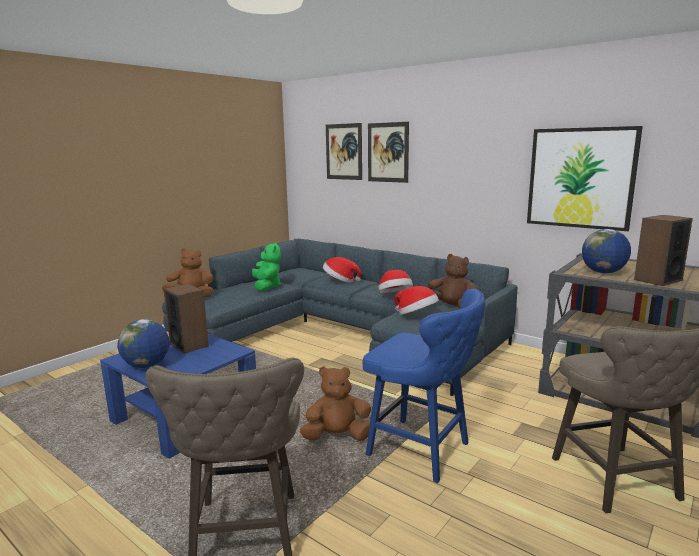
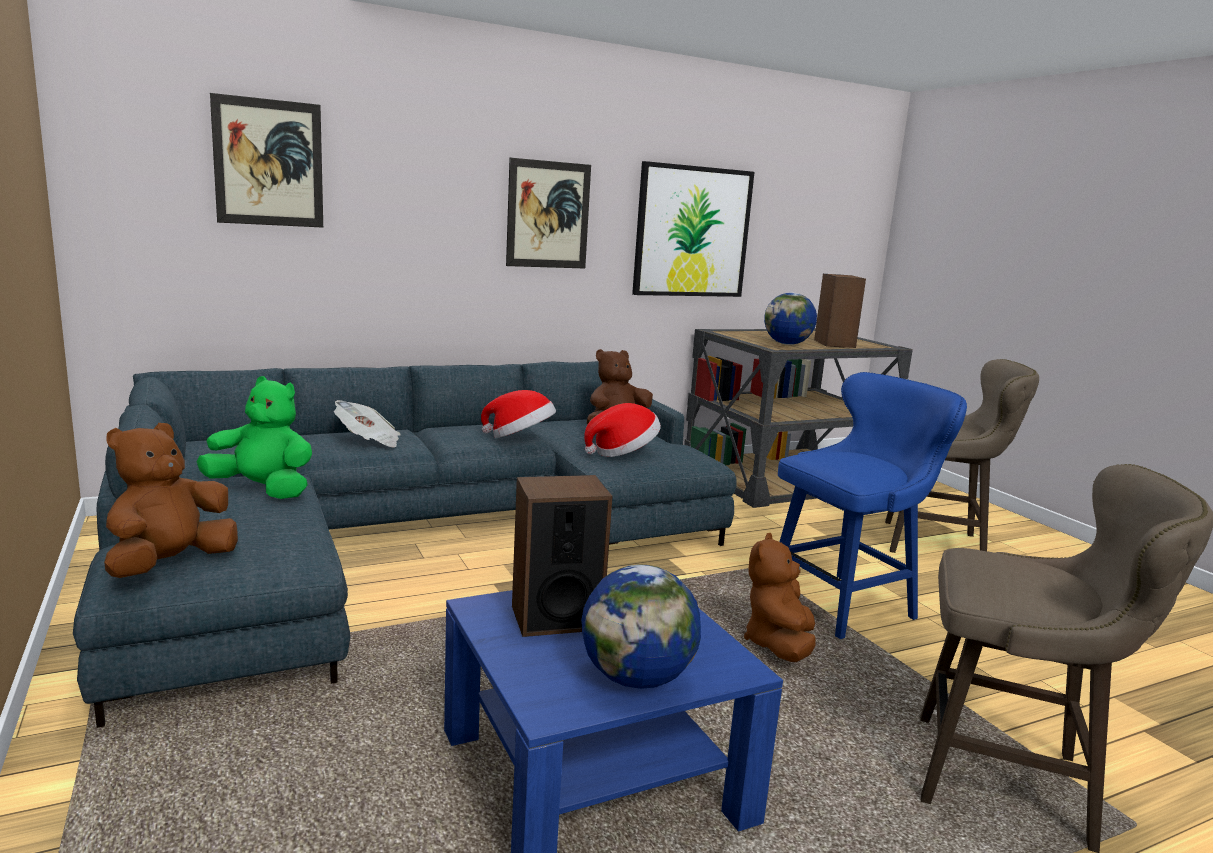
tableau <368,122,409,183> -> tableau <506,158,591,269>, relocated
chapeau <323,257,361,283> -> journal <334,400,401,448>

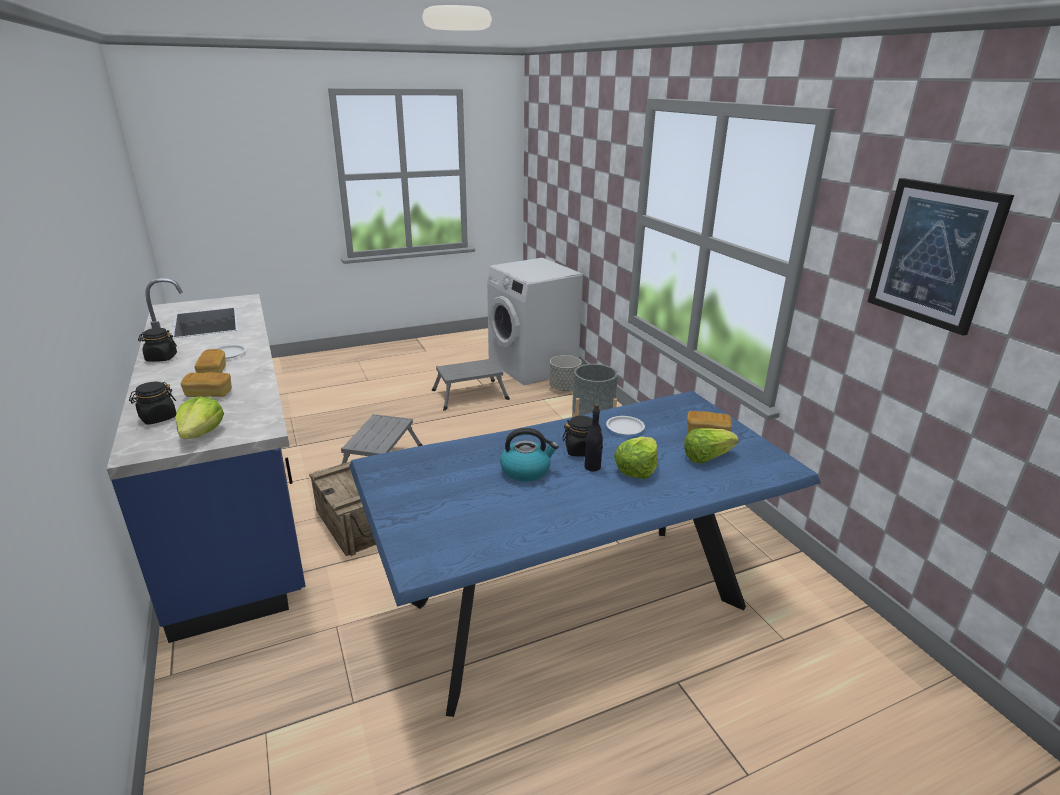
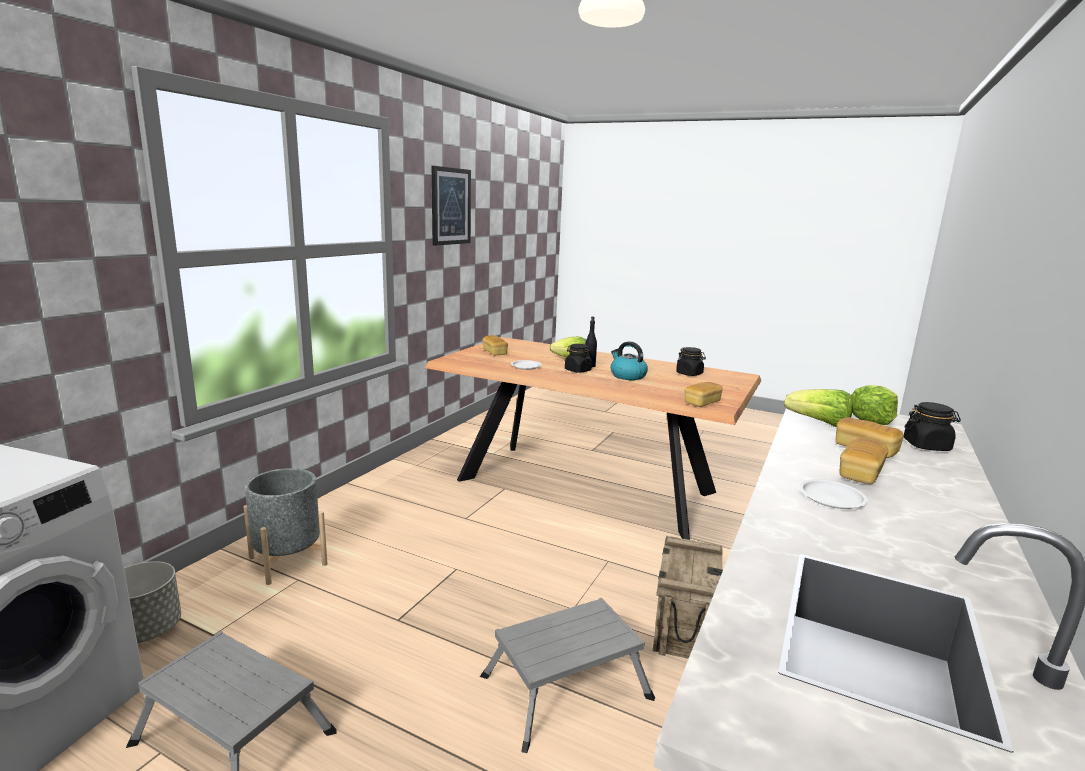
none -> pain <685,382,723,407>
bocal/noir <138,328,177,362> -> bocal/noir <676,347,706,376>, relocated
laitue <684,428,739,463> -> laitue <784,389,853,427>, relocated
table à manger/bleu <349,391,821,717> -> table à manger/marron <425,337,761,540>

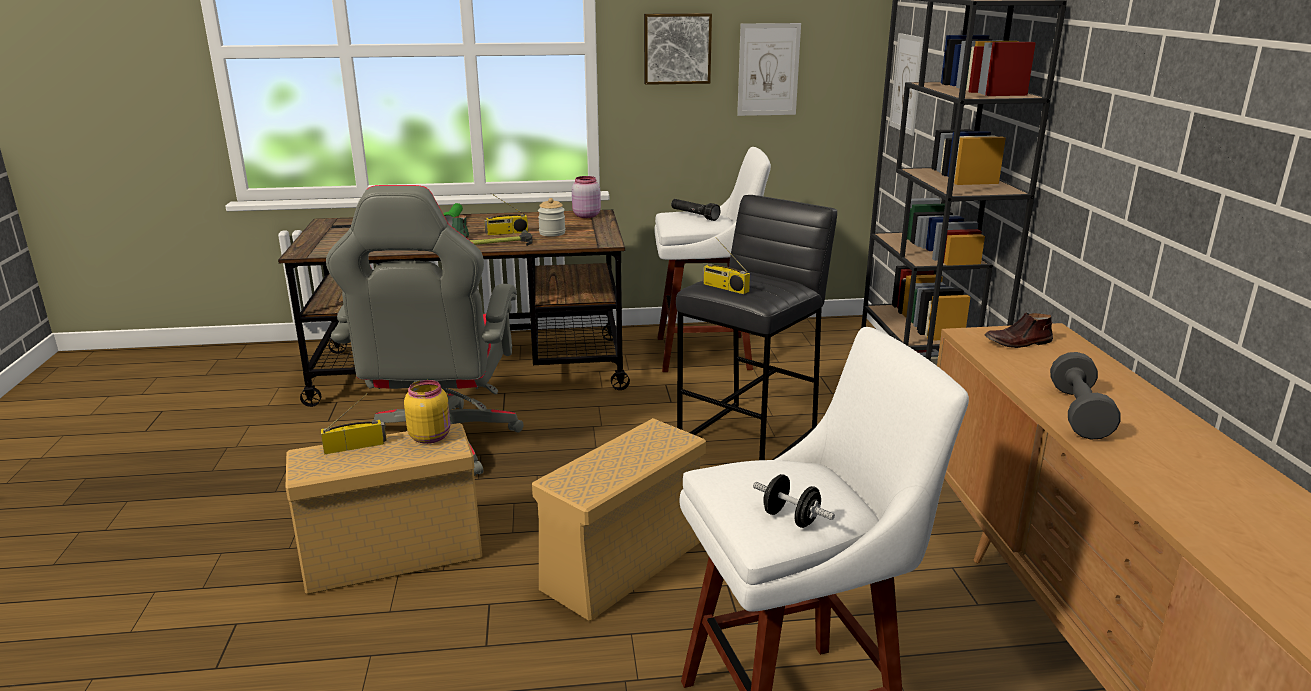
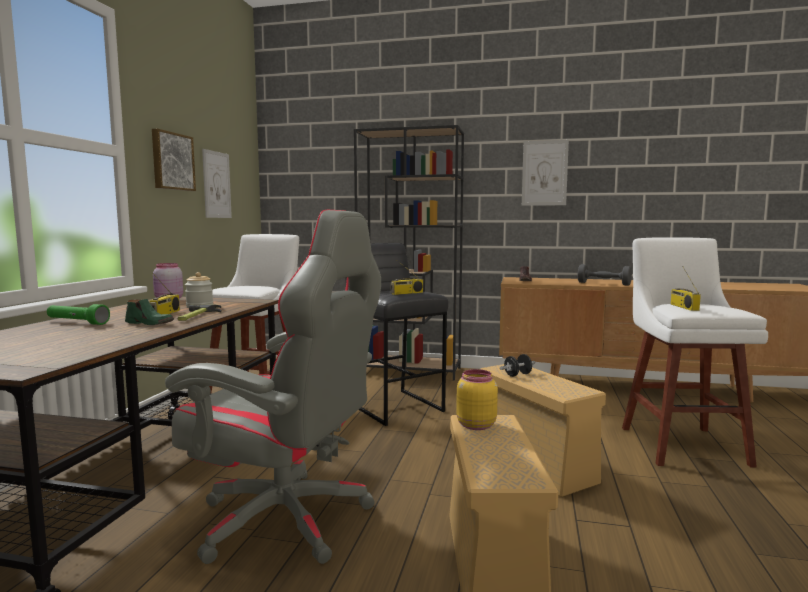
lampe de poche/noir <671,199,720,221> -> none
radio <321,394,387,454> -> radio <671,266,701,311>, relocated
haltère/noir <753,474,835,528> -> haltère/noir <500,354,535,377>, relocated
tableau <889,33,924,136> -> tableau <522,140,569,206>, relocated

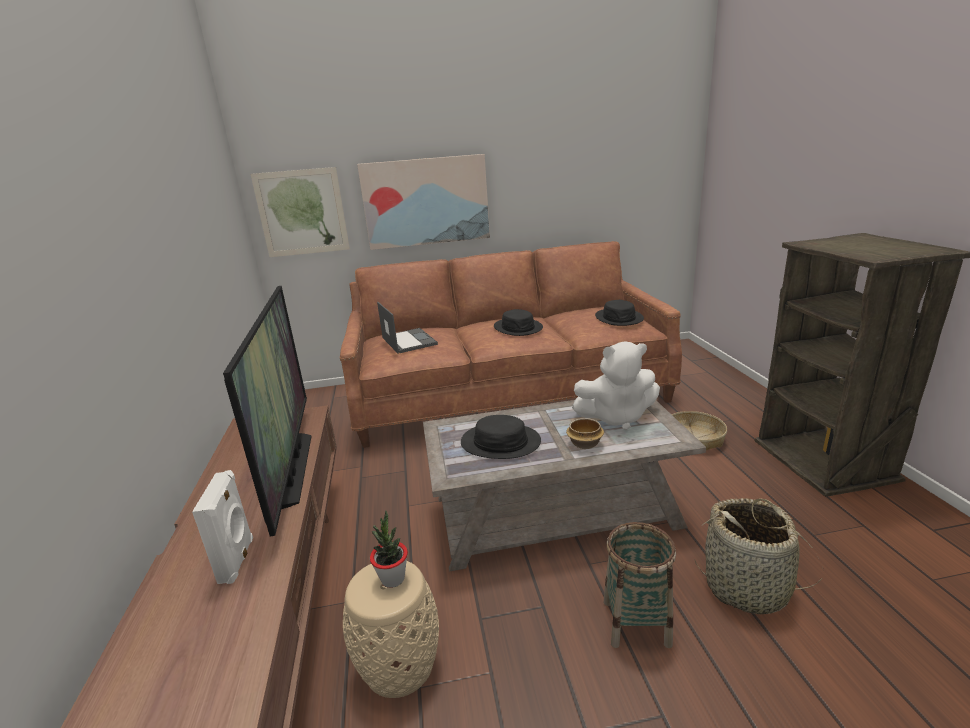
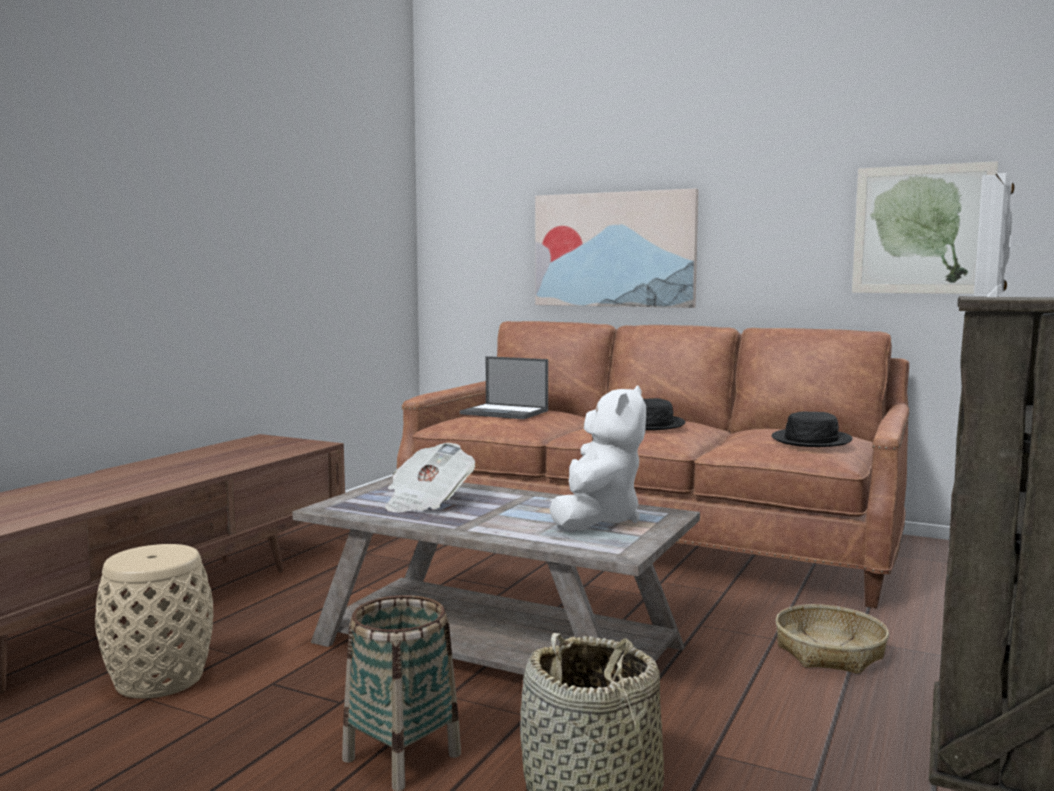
téléviseur <223,286,312,536> -> none
plante en pot <370,511,408,588> -> none
bol <566,418,604,449> -> none
enceinte/blanc <192,470,253,584> -> enceinte/blanc <974,173,1014,297>, relocated
tableau <251,167,350,257> -> tableau <852,161,998,294>, relocated
chapeau/noir <461,415,541,459> -> journal <385,443,475,512>
ordinateur portable <377,302,438,354> -> ordinateur portable <460,356,548,419>, 105 degrees clockwise
peluche/blanc <572,341,660,430> -> peluche/blanc <549,386,646,531>, 105 degrees counterclockwise

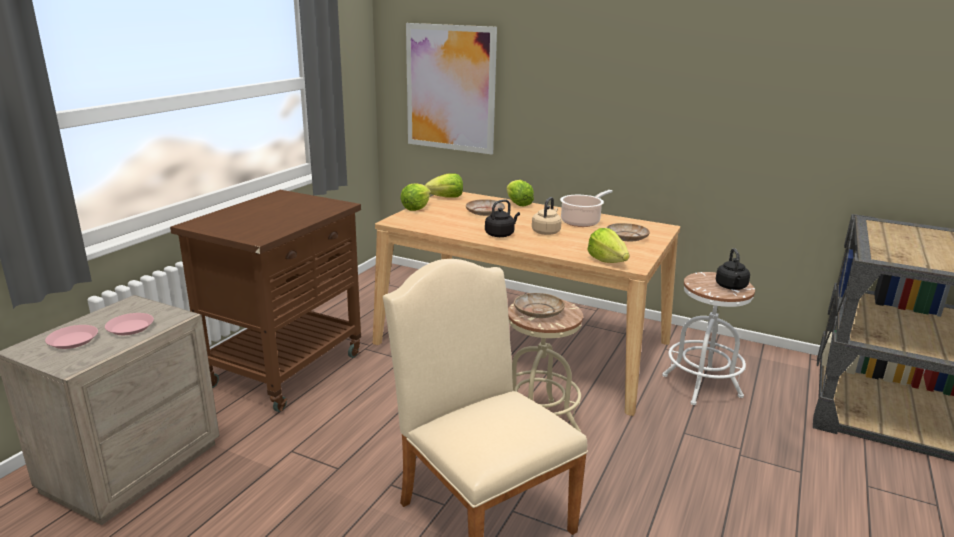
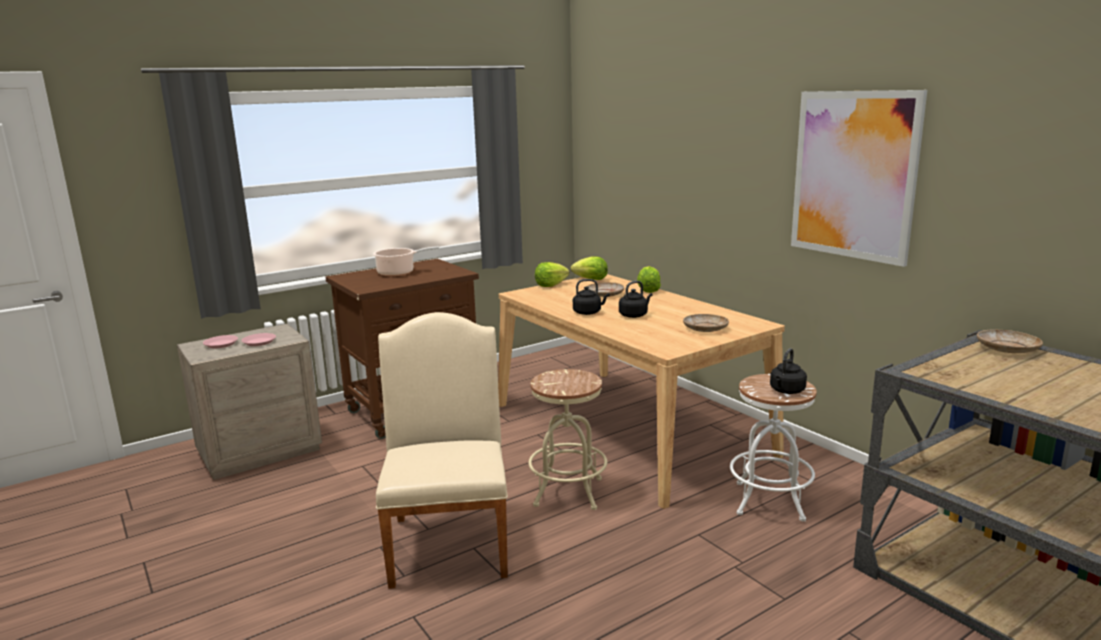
laitue <587,228,630,263> -> none
tableau <406,23,497,154> -> tableau <791,90,927,267>, relocated
assiette/beige <514,293,565,318> -> assiette/beige <977,329,1043,353>, relocated
marmite <560,190,613,227> -> marmite <373,246,439,276>, relocated
bouilloire/beige <532,197,562,235> -> bouilloire/noir <619,281,653,318>

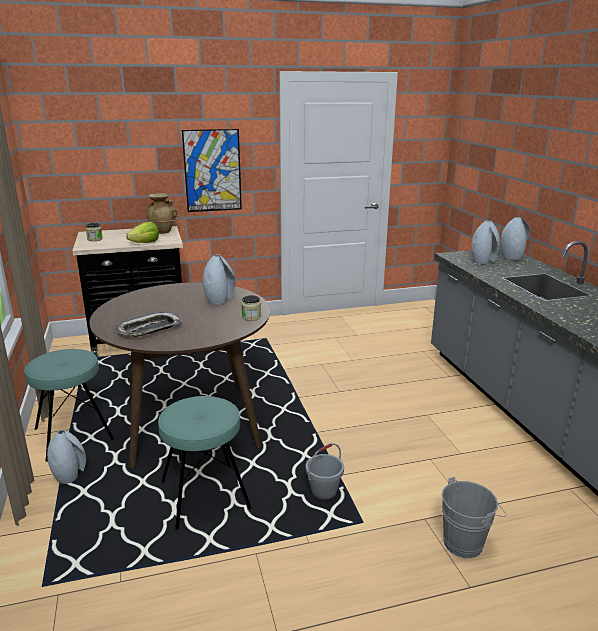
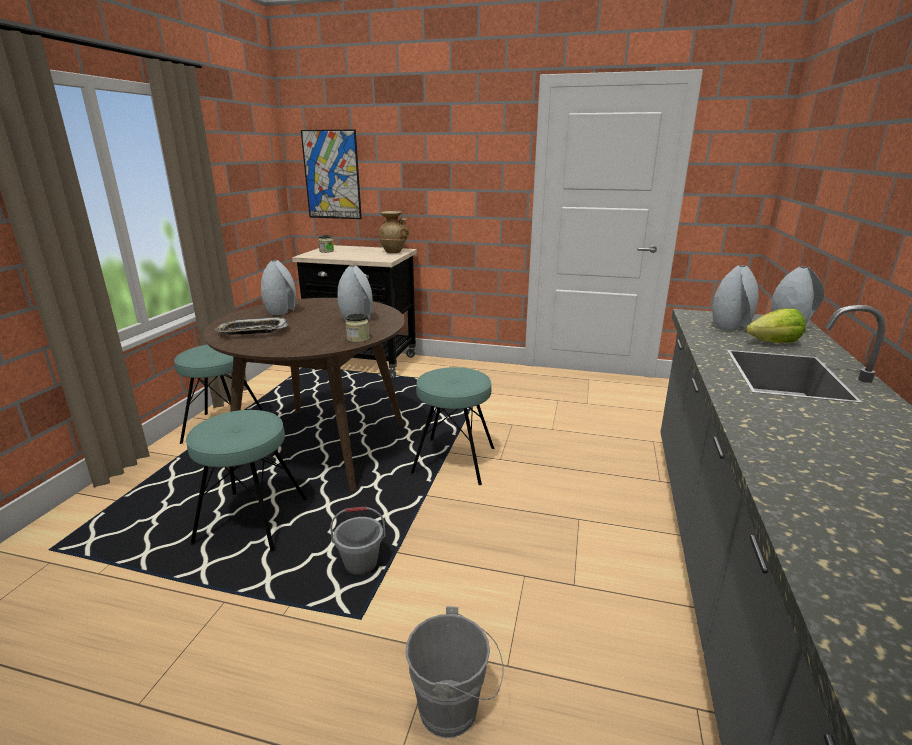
none -> tabouret/turquoise <410,367,494,485>
vase/gris <47,430,86,484> -> vase/gris <261,260,296,315>, relocated
laitue <126,222,159,243> -> laitue <746,308,806,343>, relocated
tableau <182,129,242,212> -> tableau <301,130,362,219>, relocated

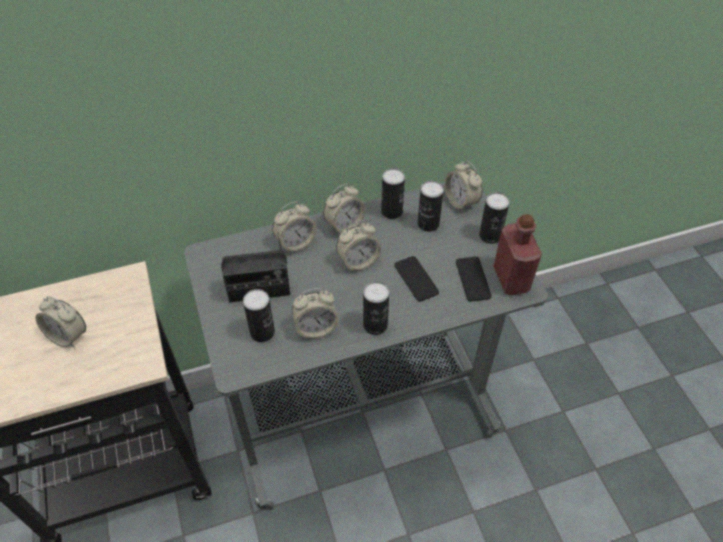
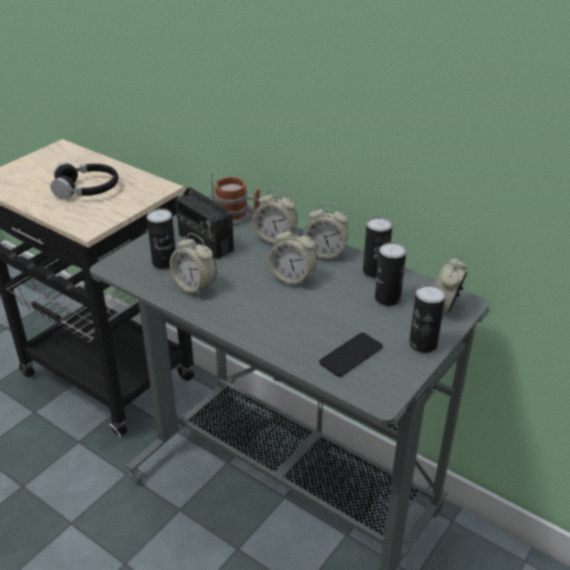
boîte métallique <363,282,389,335> -> none
téléphone <394,256,439,302> -> none
bouteille/rouge <494,214,542,295> -> none
none -> mug <214,176,260,225>
réveil <36,296,86,349> -> casque audio/noir <50,162,118,199>

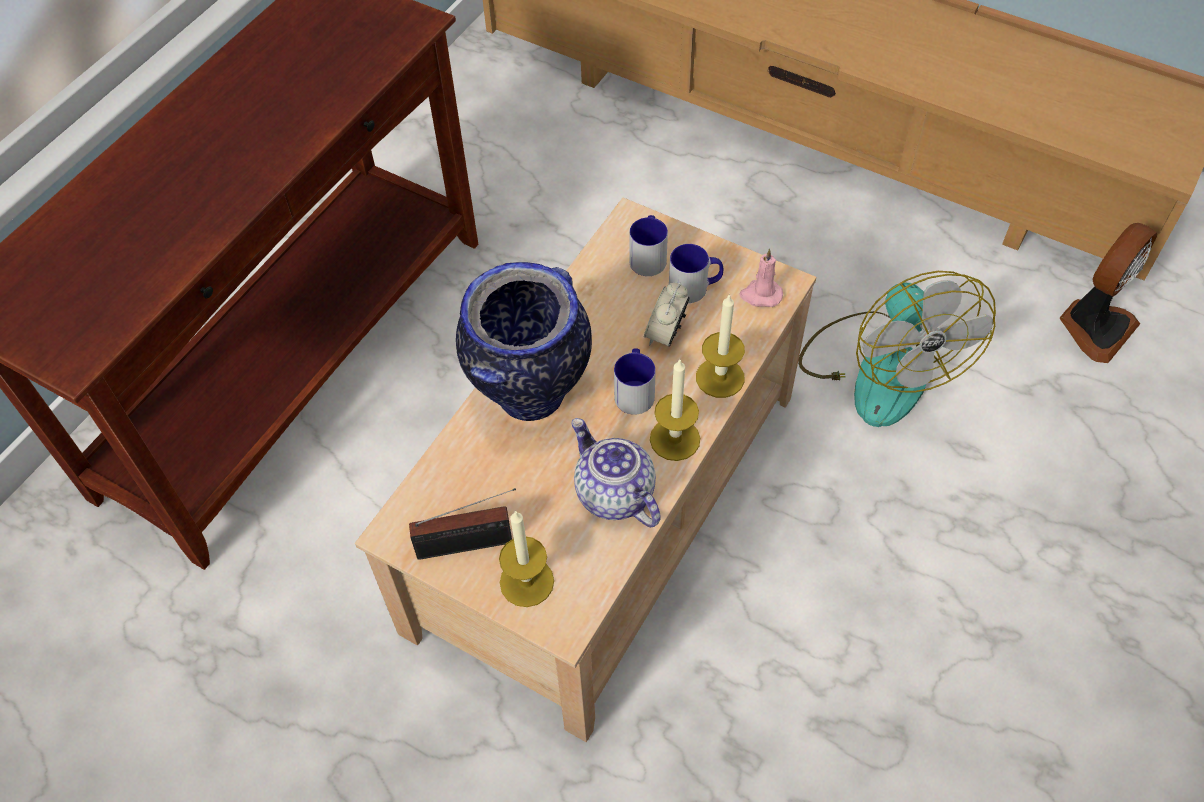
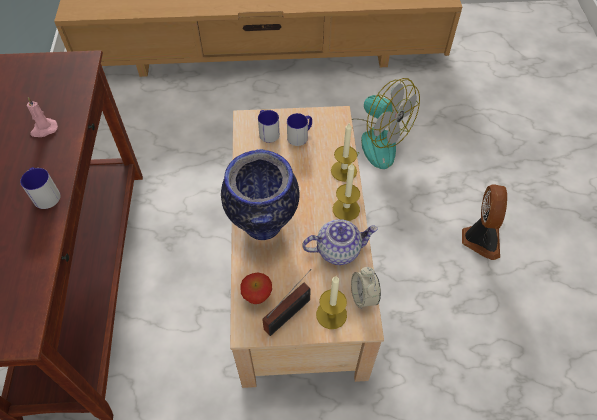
none -> pomme <240,272,272,304>
mug <614,348,656,415> -> mug <20,167,60,209>, relocated
réveil <644,283,690,347> -> réveil <351,267,381,309>, relocated
bougie/rose <739,249,783,307> -> bougie/rose <27,97,58,137>, relocated
ventilateur <1060,223,1157,363> -> ventilateur <462,185,507,260>, relocated
théière <571,418,661,527> -> théière <302,219,378,265>, 150 degrees clockwise

